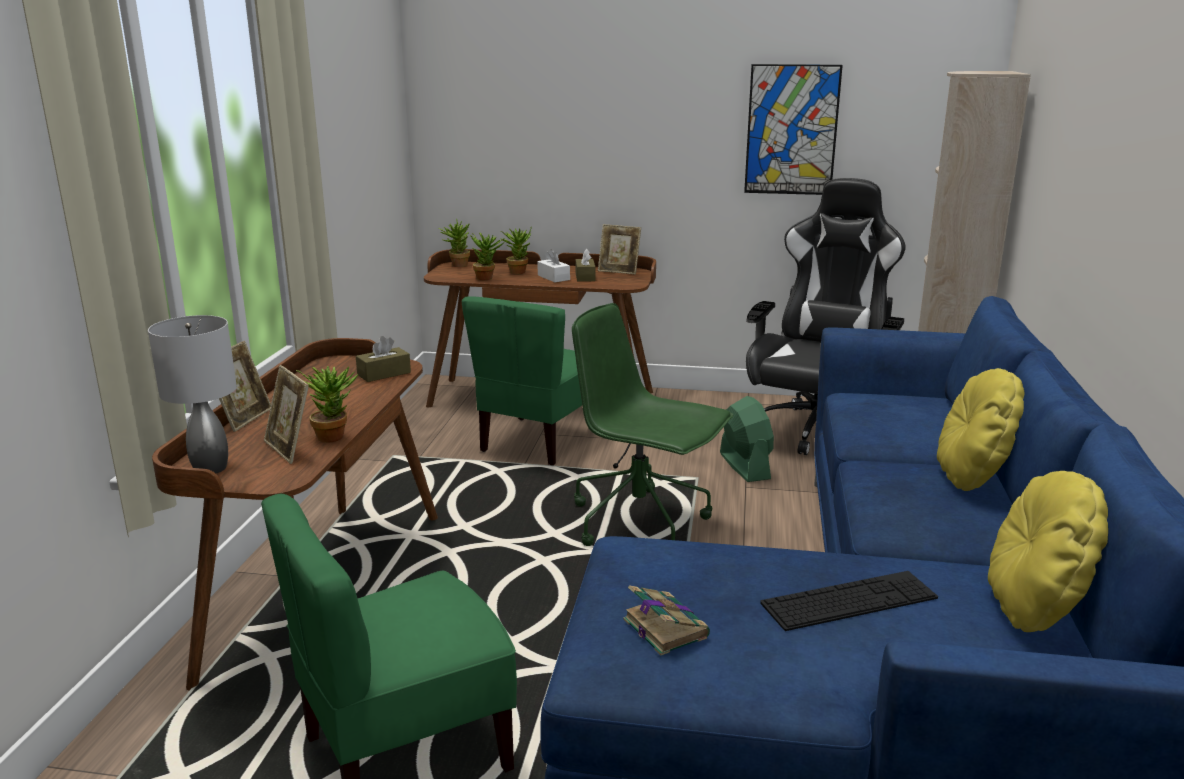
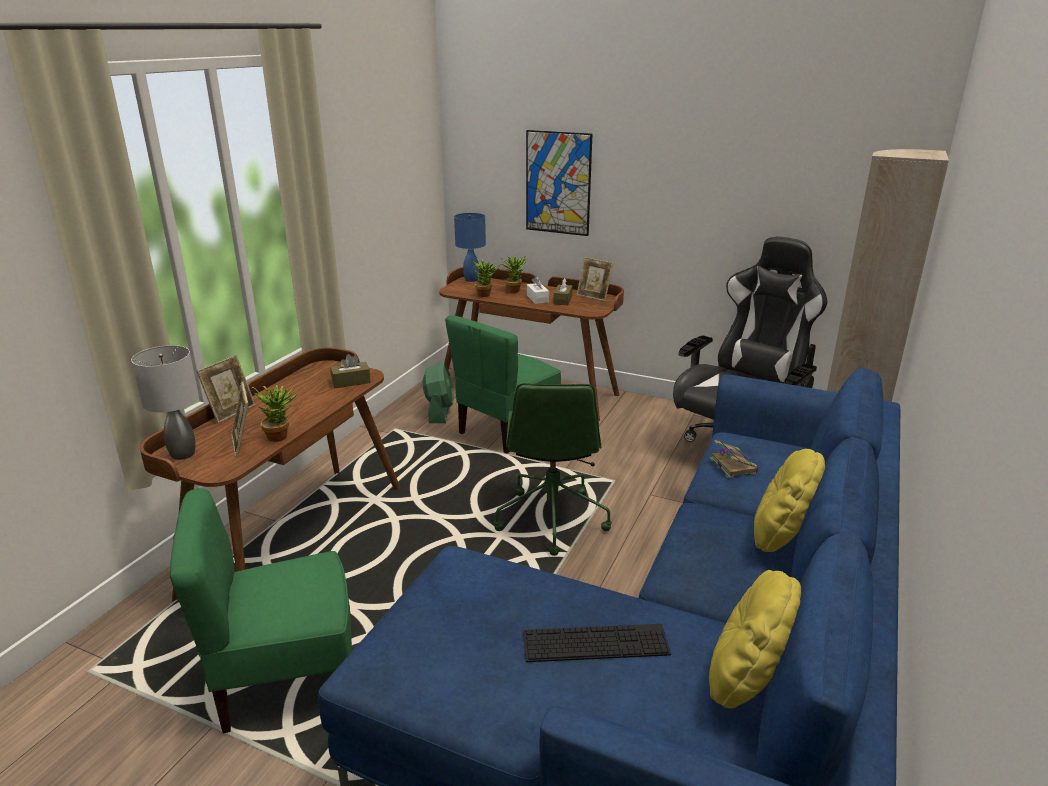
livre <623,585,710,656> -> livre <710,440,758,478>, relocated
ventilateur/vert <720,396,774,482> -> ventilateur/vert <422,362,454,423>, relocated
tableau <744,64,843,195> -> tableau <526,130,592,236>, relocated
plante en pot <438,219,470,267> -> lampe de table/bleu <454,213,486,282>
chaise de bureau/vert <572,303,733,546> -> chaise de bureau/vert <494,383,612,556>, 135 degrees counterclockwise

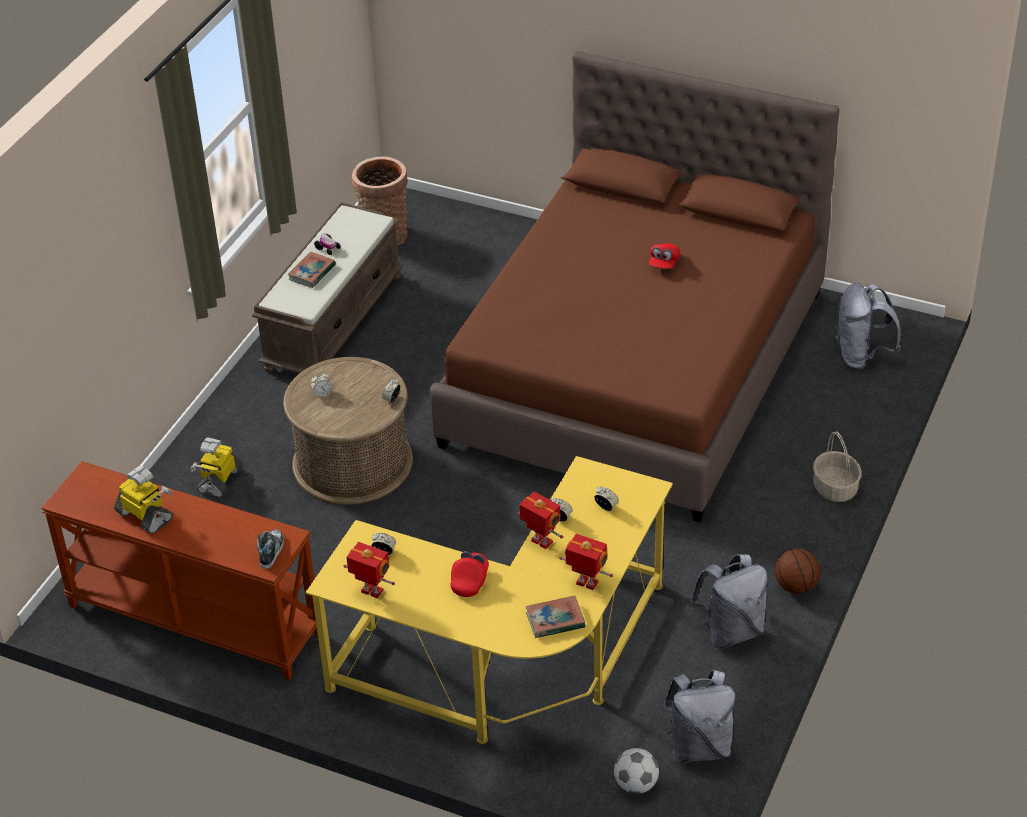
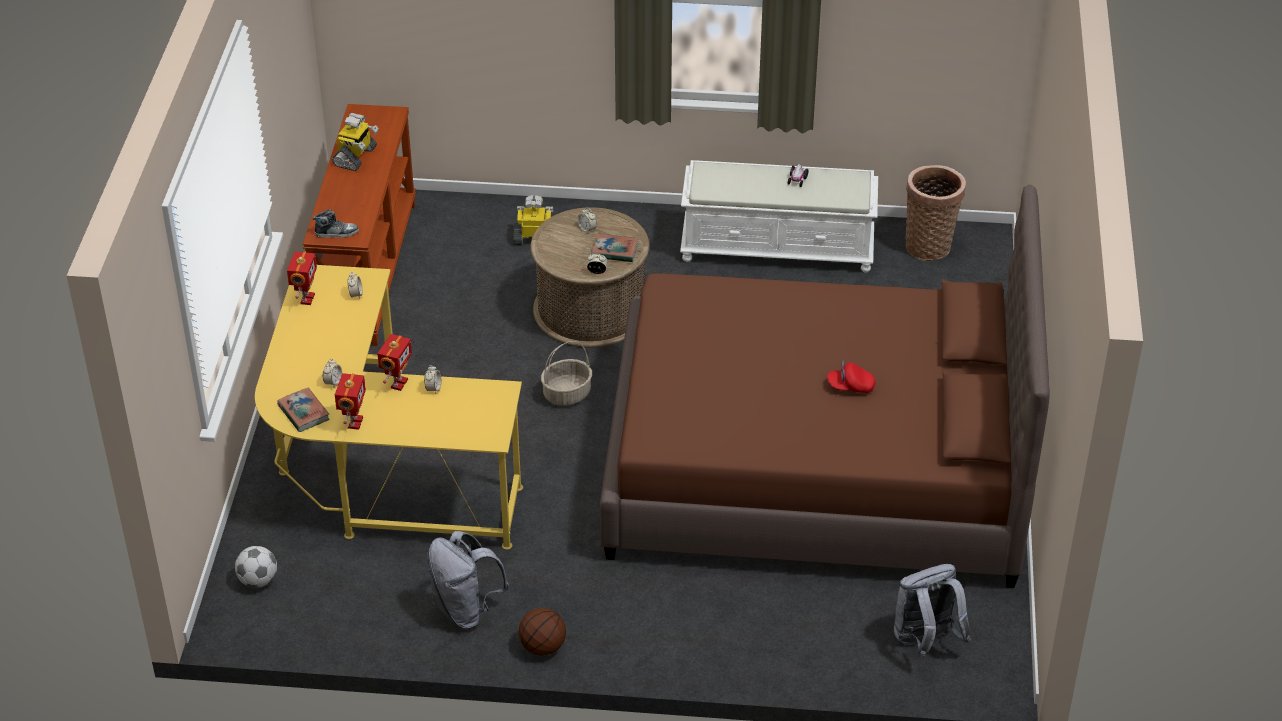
casquette/rouge <450,551,489,597> -> none
sac à dos/gris <664,670,735,763> -> none
livre <287,252,336,288> -> livre <591,234,639,262>, relocated
réveil <594,486,619,511> -> réveil <323,359,342,387>, relocated
panier <813,431,862,502> -> panier <541,341,592,406>, relocated
banc/marron <252,202,403,373> -> banc/blanc <680,160,878,273>

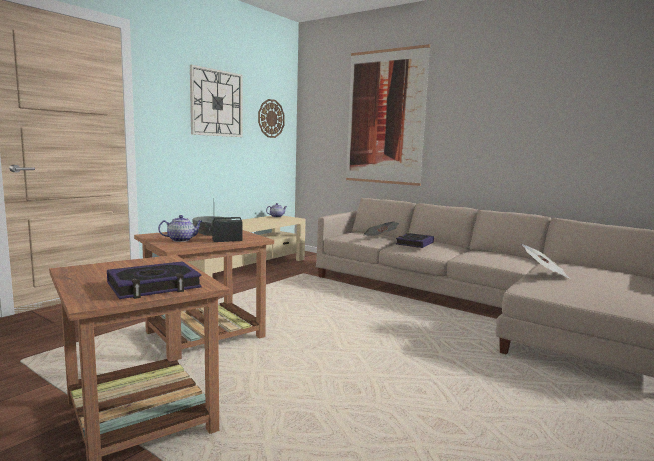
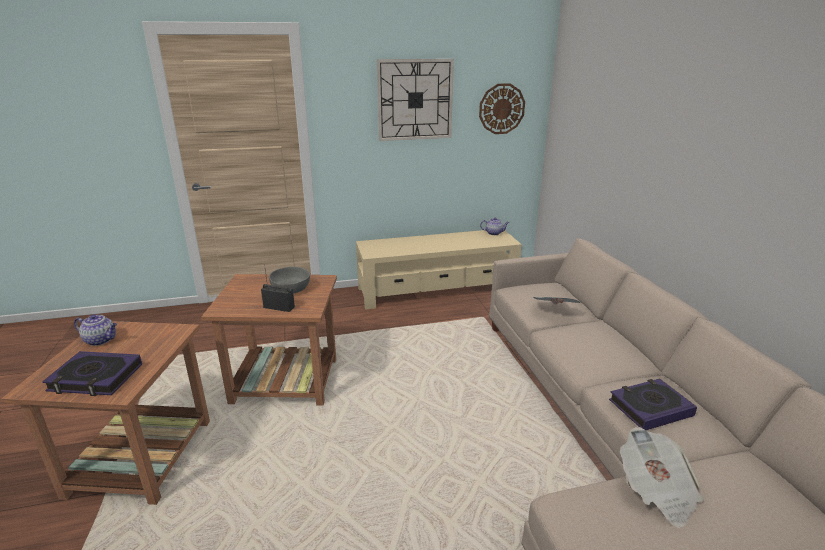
tableau <346,44,430,186> -> none
théière <158,215,202,242> -> théière <74,314,117,346>, relocated
livre <396,233,434,248> -> livre <609,379,697,430>, relocated

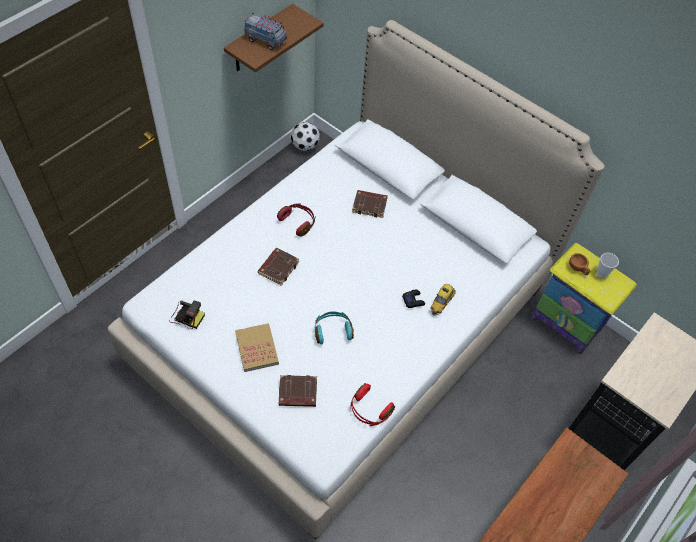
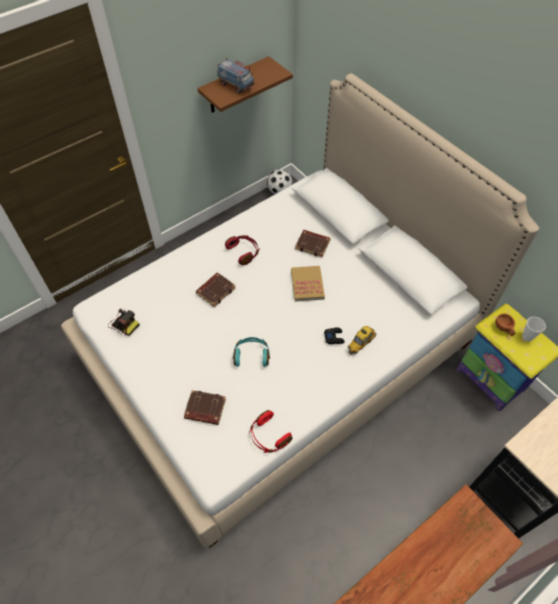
livre <235,323,279,372> -> livre <291,266,325,301>, relocated

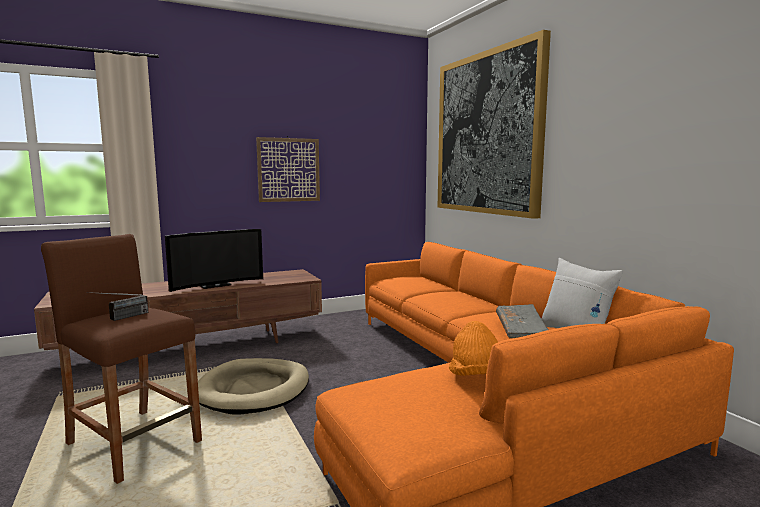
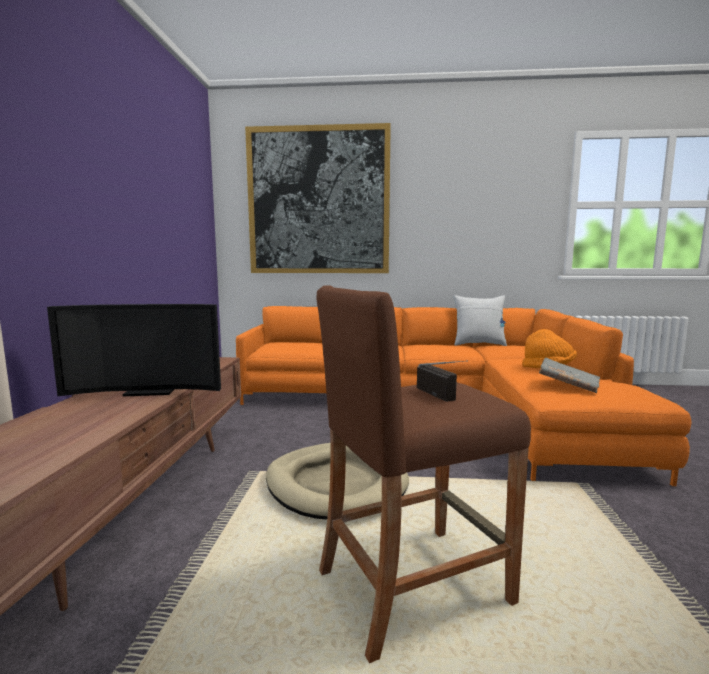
tableau <256,136,320,202> -> none
livre/gris <496,304,549,338> -> livre/gris <539,357,600,393>, relocated
téléviseur <165,229,263,292> -> téléviseur <47,304,221,396>, 90 degrees clockwise

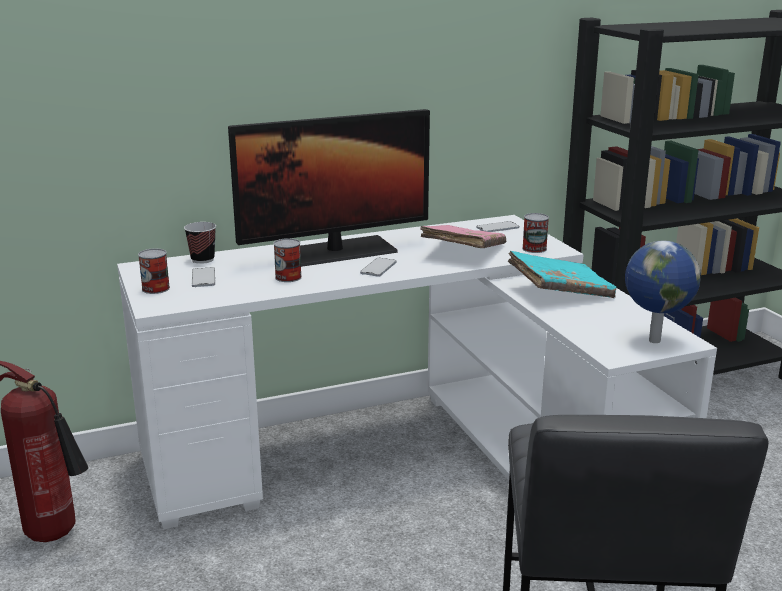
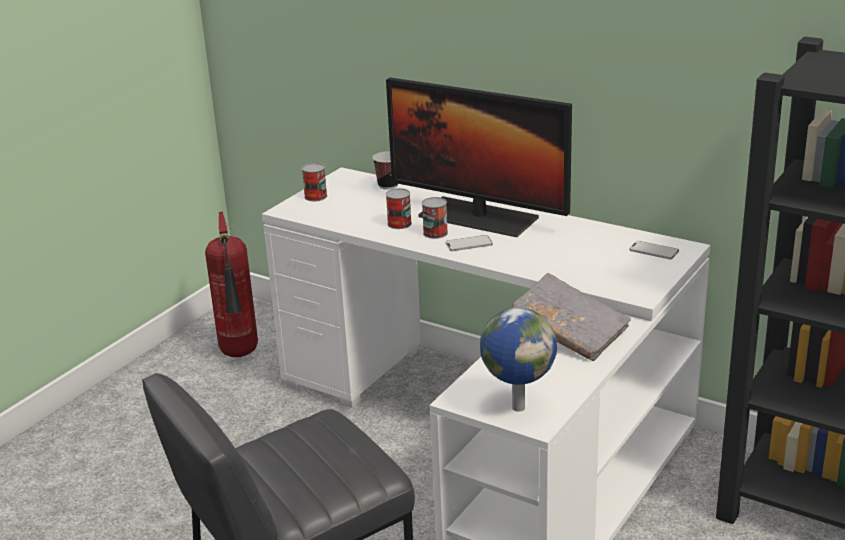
téléphone <192,267,215,287> -> none
livre/rose <420,225,506,248> -> none
boîte métallique <522,213,549,253> -> boîte métallique <422,197,448,239>, relocated
livre/turquoise <508,251,617,298> -> livre/gris <512,273,631,361>

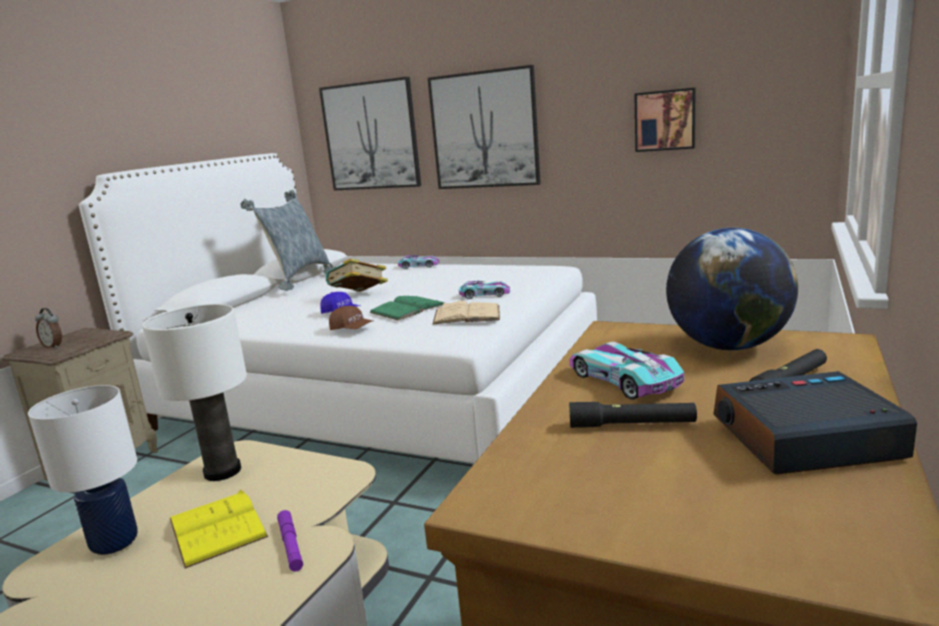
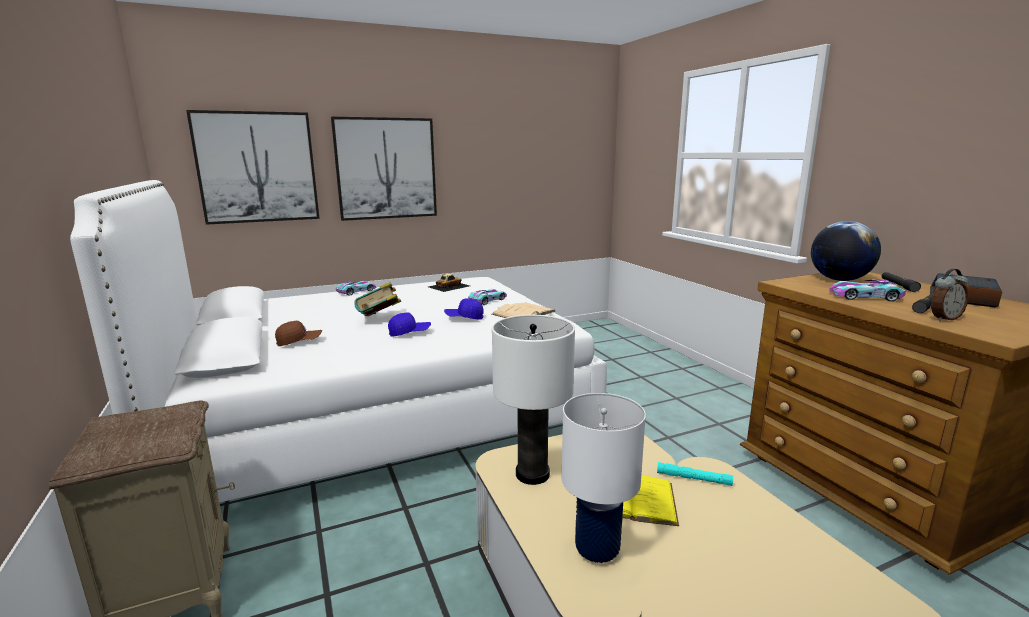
coussin <240,190,333,291> -> none
tableau <634,88,696,152> -> none
none -> petite voiture <428,273,469,292>
réveil <35,308,62,348> -> réveil <931,269,969,321>, relocated
casquette/marron <329,306,373,330> -> casquette/marron <275,321,322,346>, relocated
livre/vert <369,296,445,320> -> casquette/bleu <444,298,484,320>
lampe de poche/violet <277,510,303,572> -> lampe de poche/turquoise <657,462,733,486>

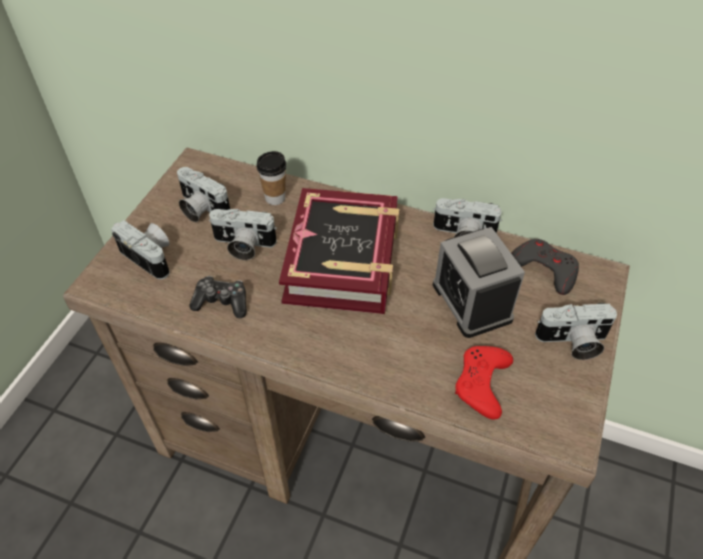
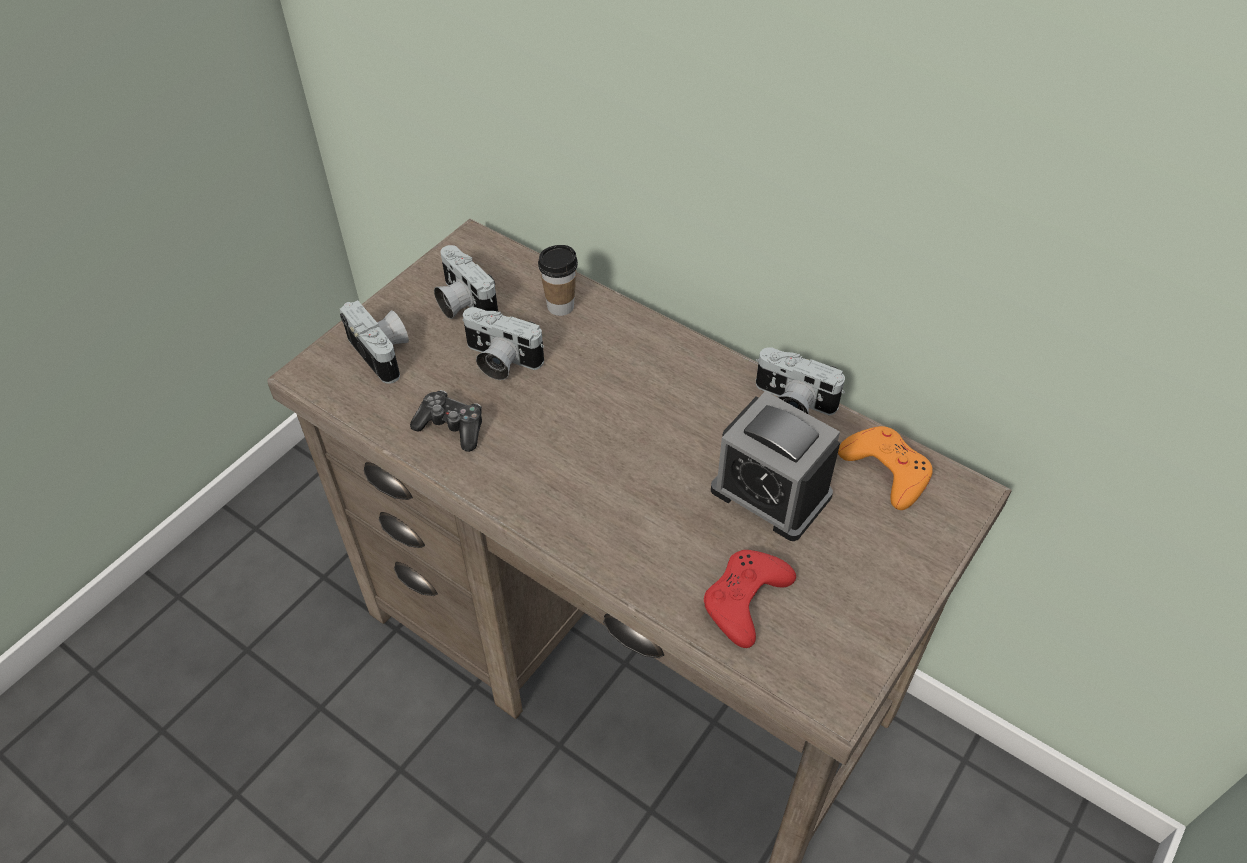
livre <279,188,399,314> -> none
appareil photo <535,303,617,360> -> none
manette/gris <511,239,579,295> -> manette/orange <838,426,933,510>
réveil <433,227,525,338> -> réveil <711,391,840,541>, 45 degrees counterclockwise

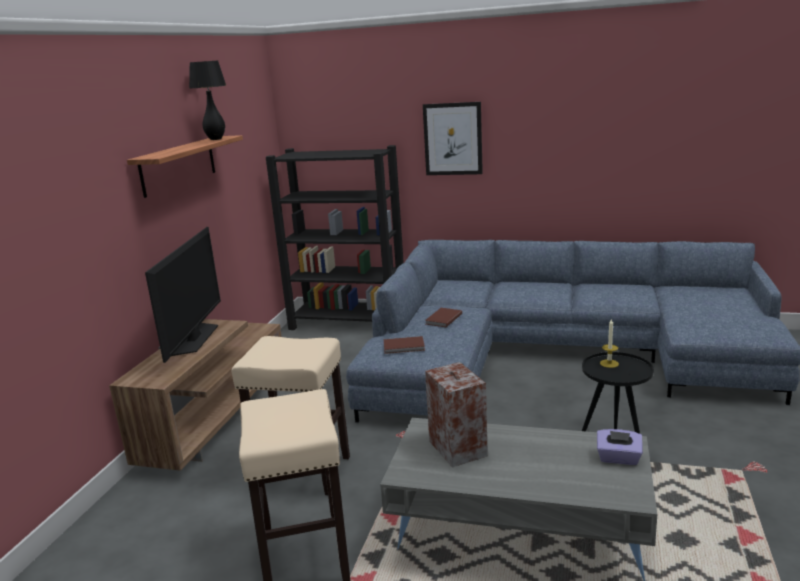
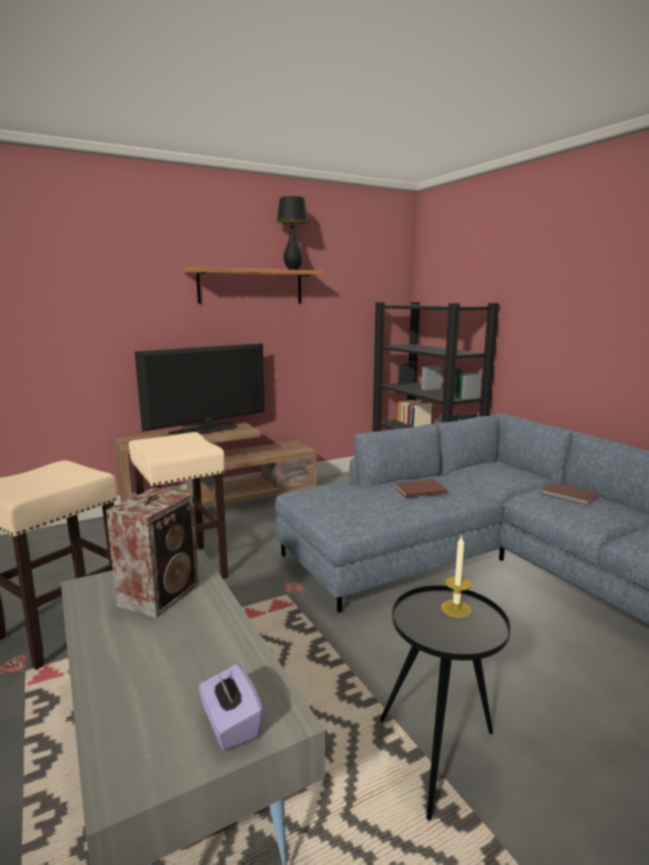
tableau <423,102,483,175> -> none
livre/marron <384,336,425,354> -> livre/marron <541,482,598,506>, relocated

